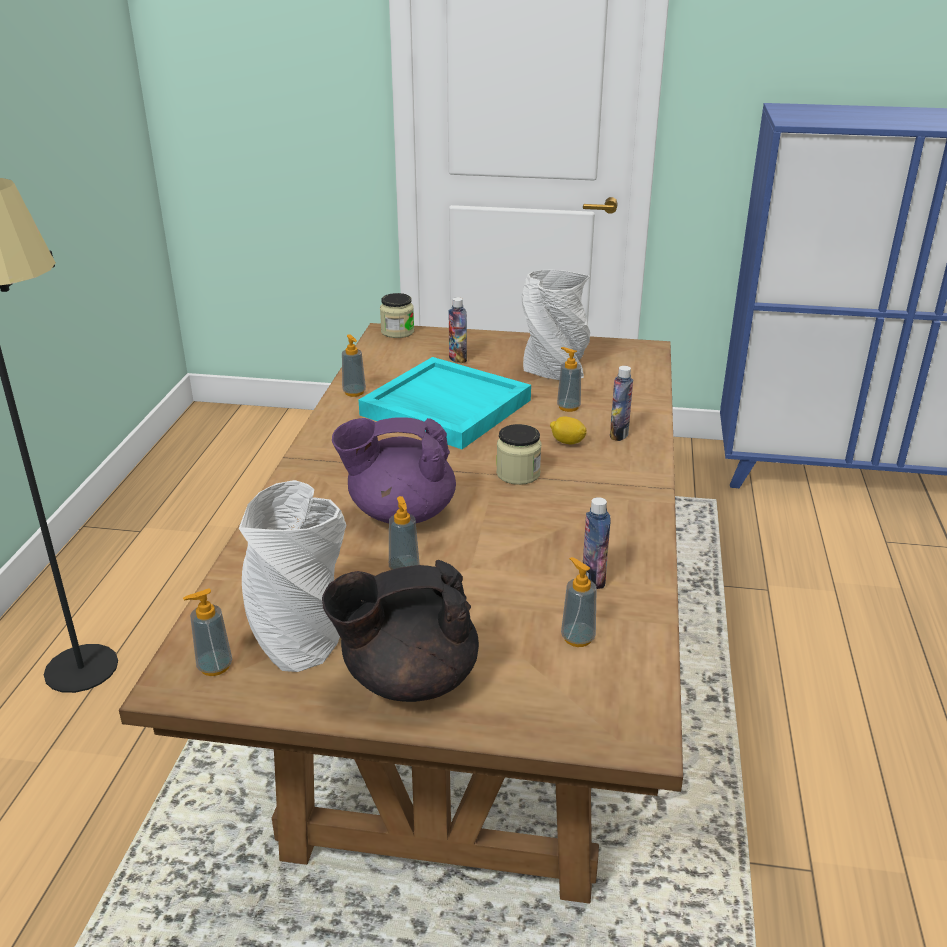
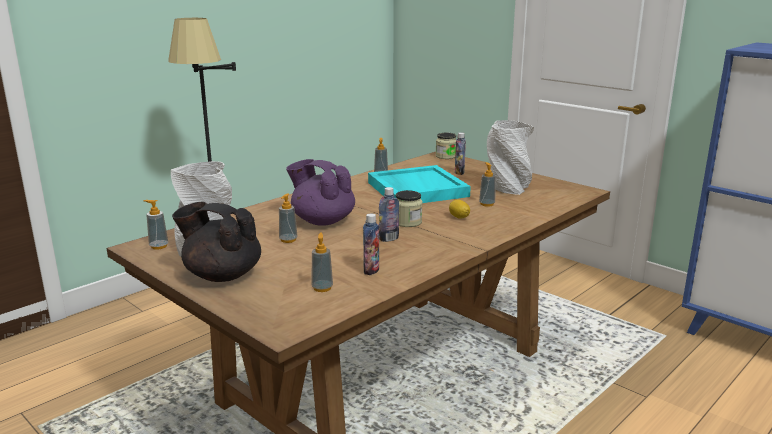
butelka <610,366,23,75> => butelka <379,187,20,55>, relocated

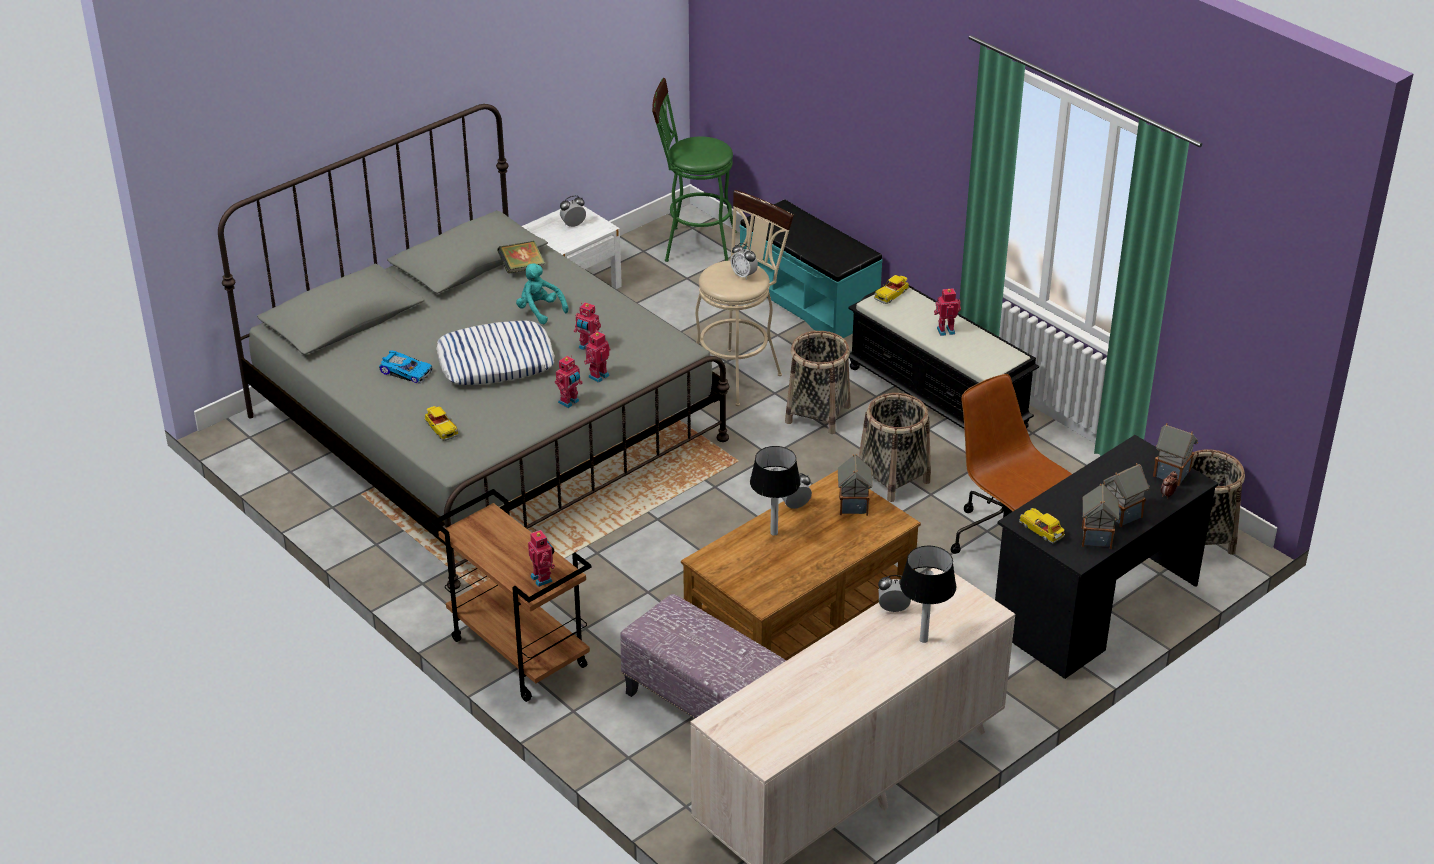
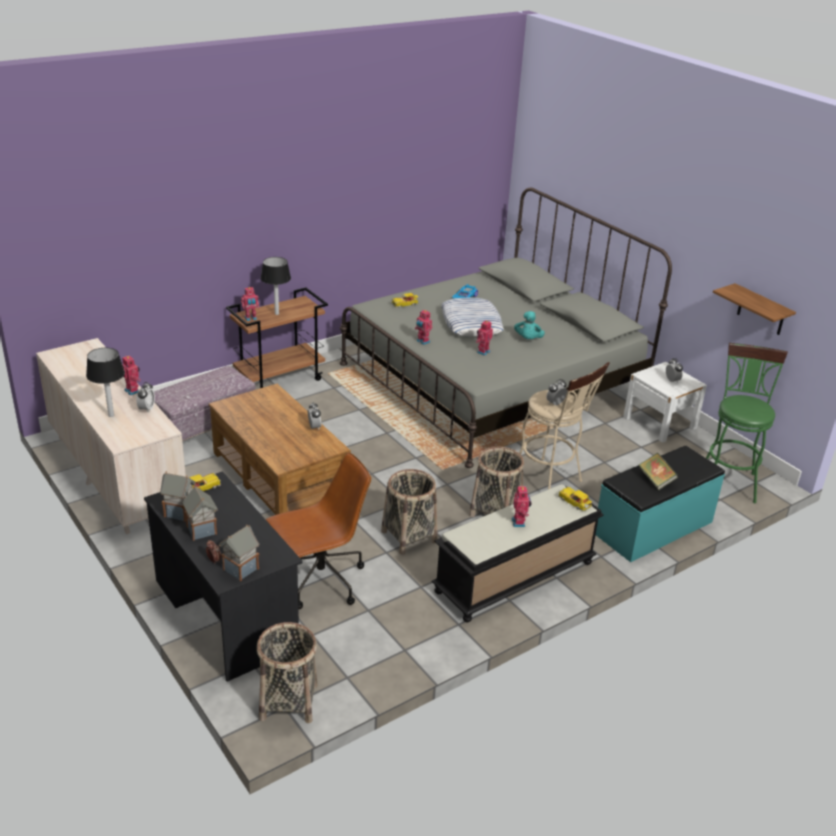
robot zabawkowy <584,331,26,52> => robot zabawkowy <122,355,19,41>, relocated
lampa stołowa <750,446,51,90> => lampa stołowa <261,257,30,58>, relocated
pluszak/turkusowy <516,263,52,61> => pluszak/turkusowy <514,311,31,28>, 135 degrees clockwise
książka <497,241,48,32> => książka <639,453,39,37>, relocated
nothing => półka <713,283,83,52>
domek <838,454,34,62> => nothing

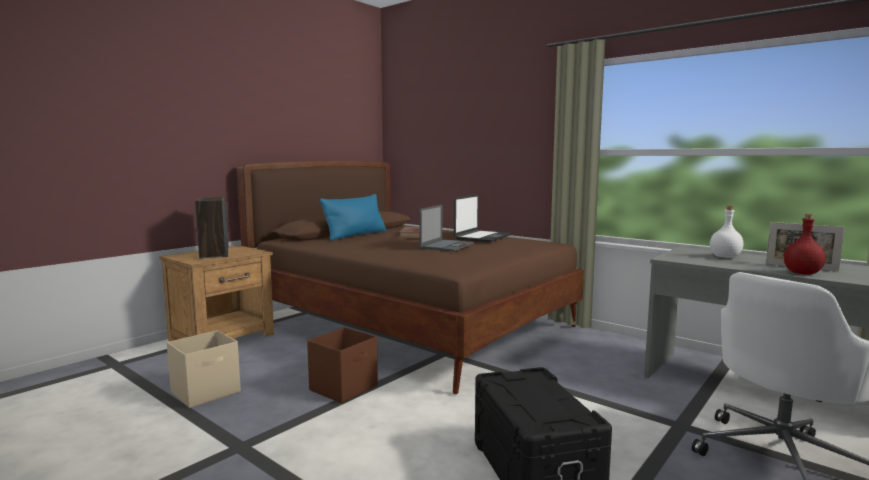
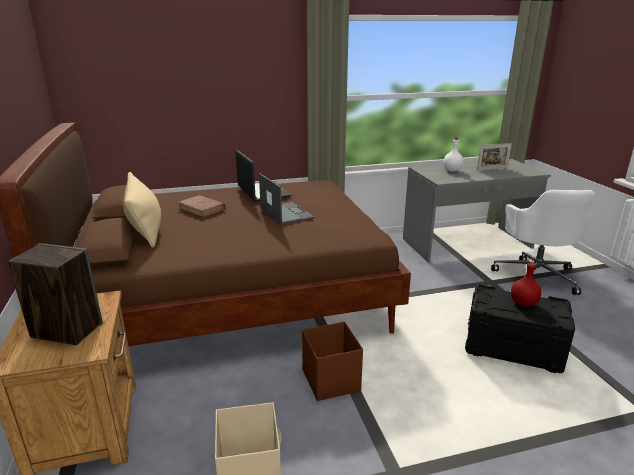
poduszka/niebieski <320,194,66,47> => poduszka/beżowy <123,172,38,76>
butelka/czerwony <784,214,41,61> => butelka/czerwony <511,260,30,47>, relocated

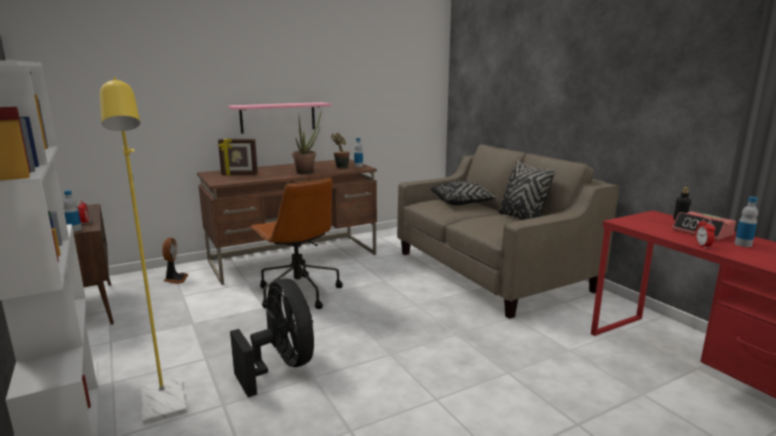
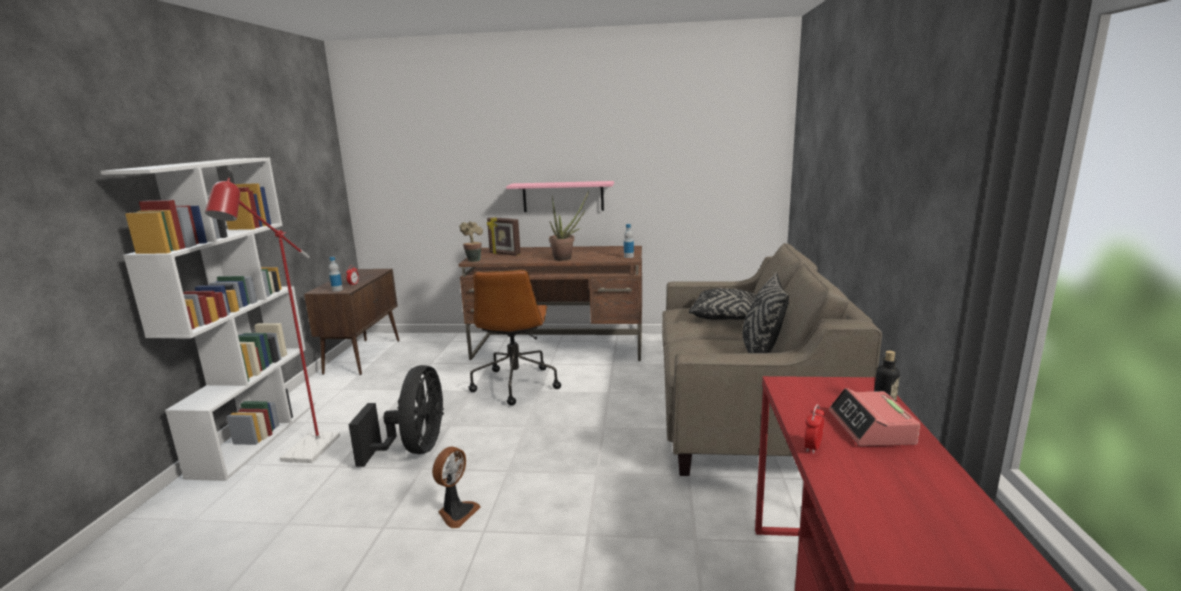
lampa stojąca/żółty <100,77,87,348> => lampa stojąca/czerwony <205,178,135,285>
wentylator <162,238,27,46> => wentylator <432,447,49,81>, relocated
roślina doniczkowa <331,133,19,36> => roślina doniczkowa <459,221,24,41>, relocated
butelka <735,197,23,50> => nothing

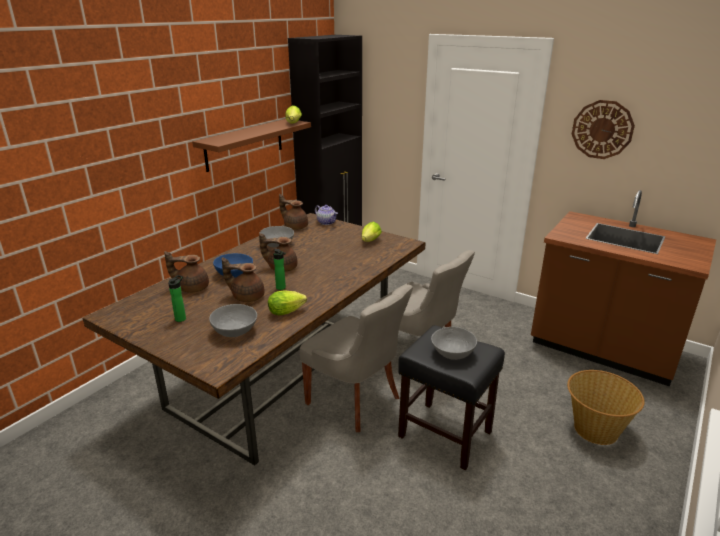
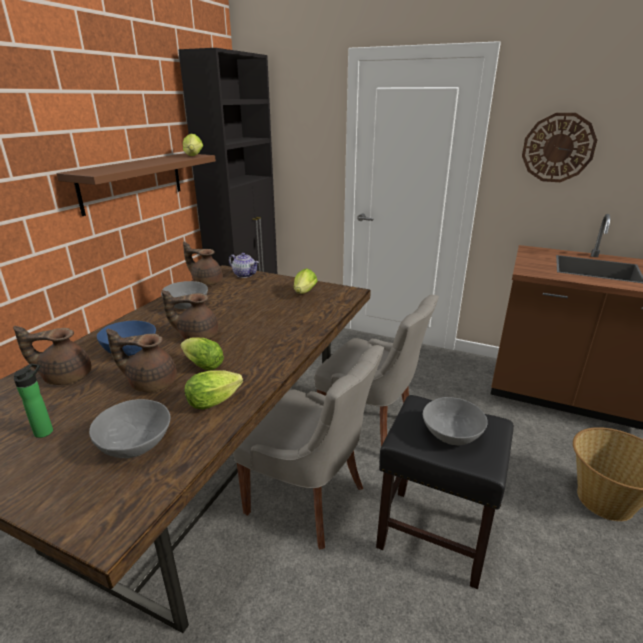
butelka <273,249,13,41> => sałata <181,337,43,33>

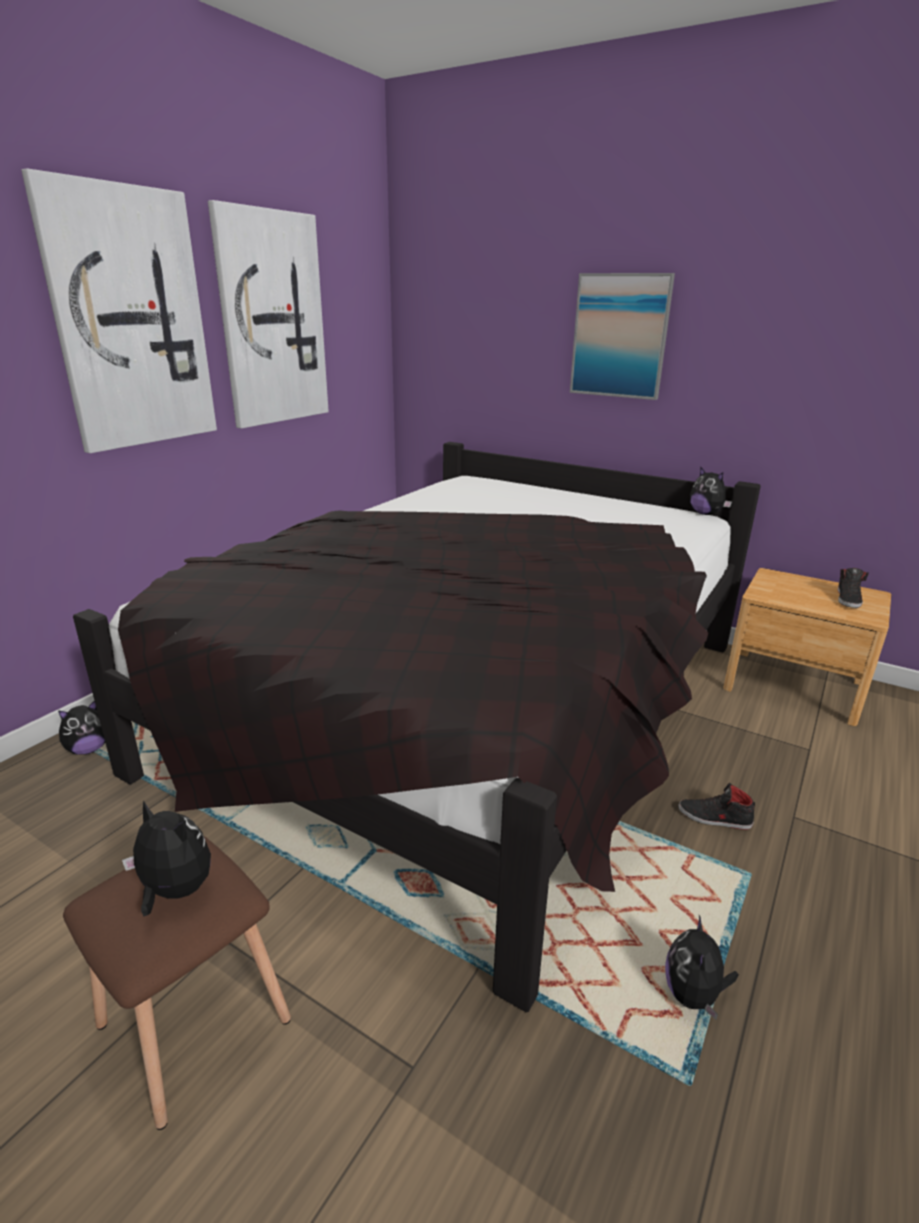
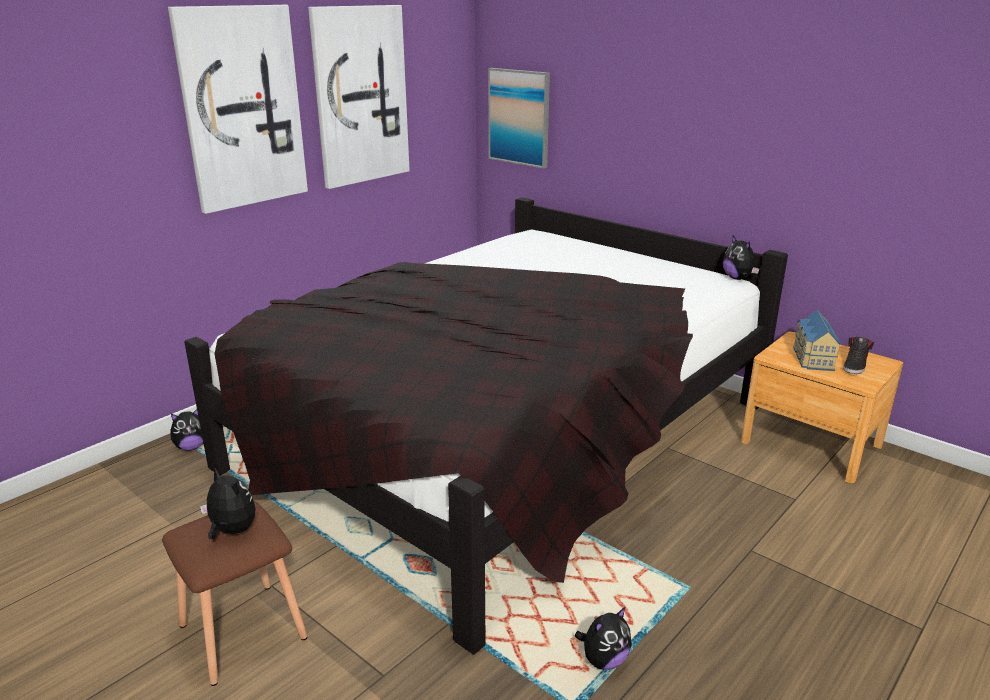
obraz <570,273,105,127> => obraz <488,68,62,101>, relocated
pluszak <665,915,74,105> => pluszak <575,607,57,63>, 150 degrees counterclockwise
nothing => domek <793,310,48,61>
but/czarny <678,783,77,47> => nothing

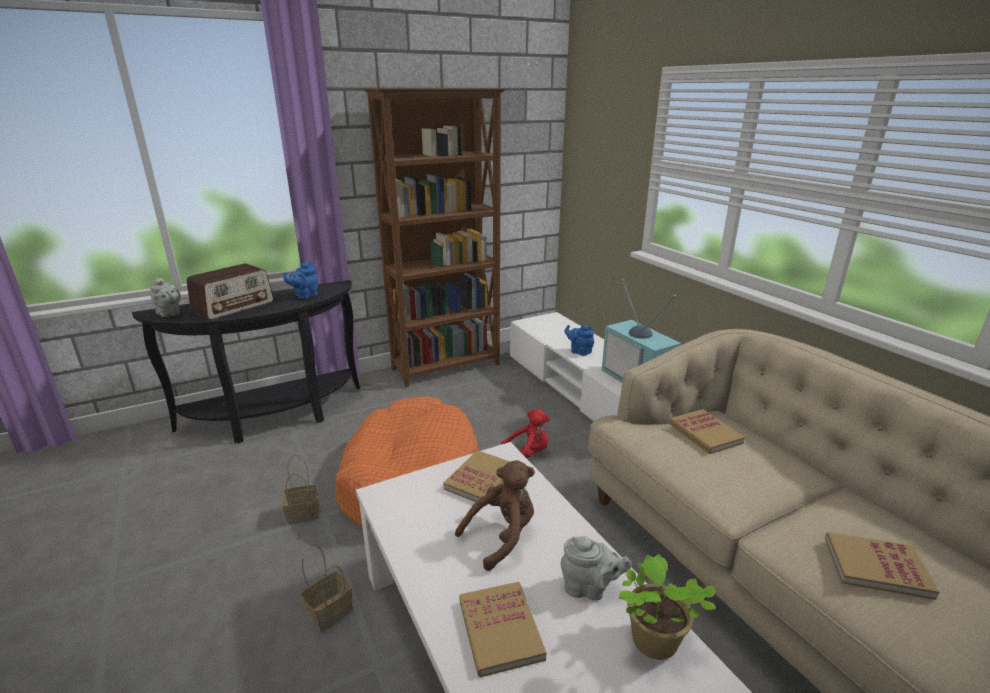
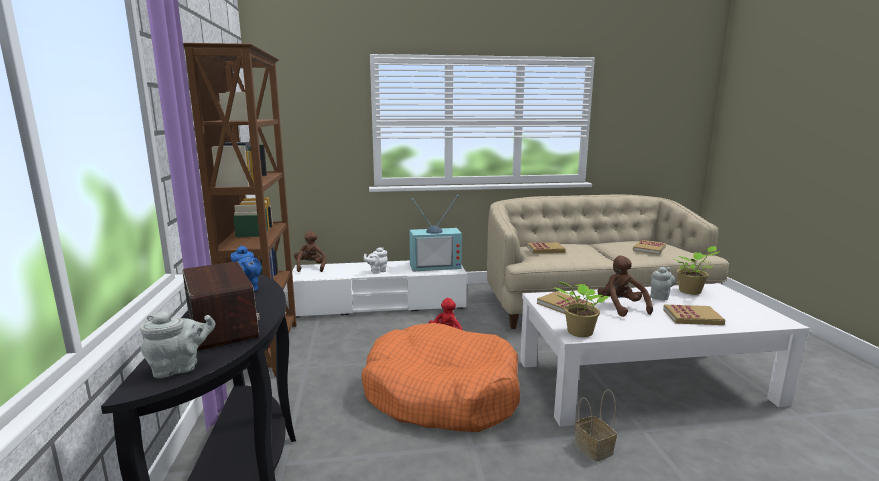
nothing => pluszak/brązowy <294,231,32,41>
imbryk/niebieski <565,325,29,31> => imbryk/biały <364,247,24,27>
nothing => roślina doniczkowa <553,282,56,55>
koszyk <282,454,38,71> => nothing

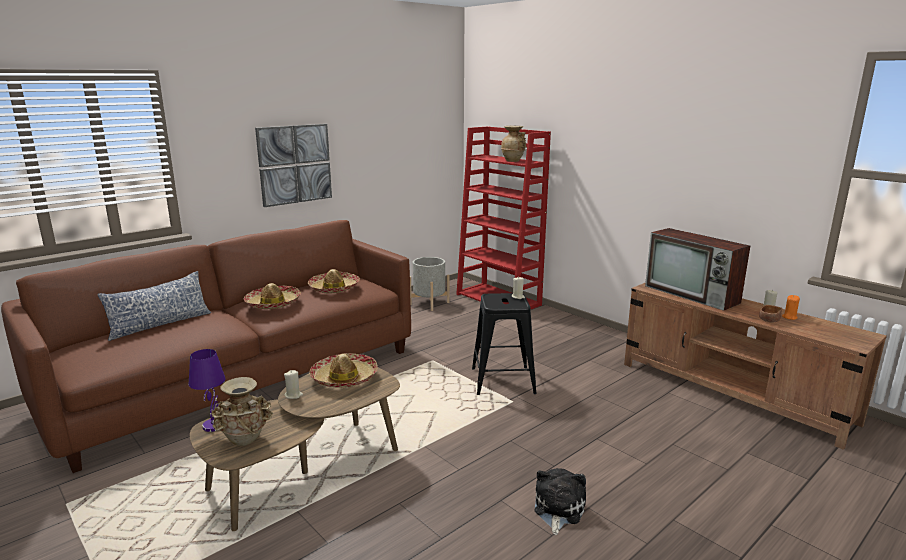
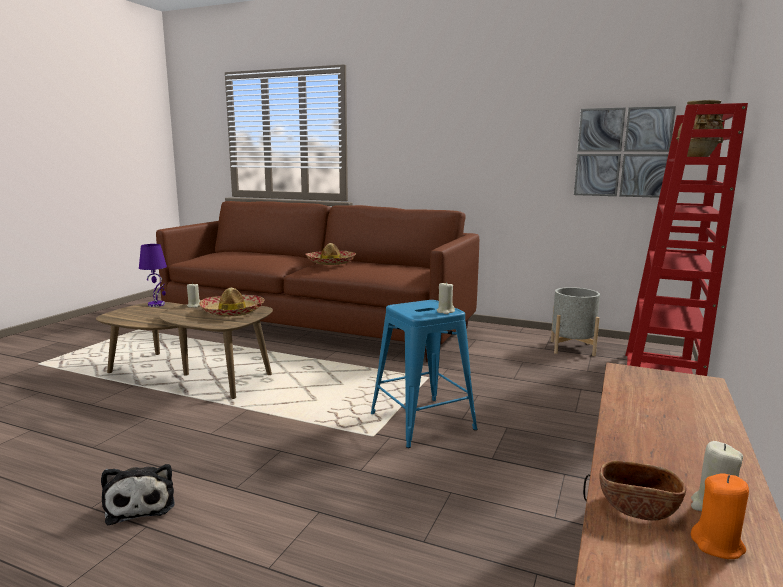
pluszak <534,468,52,67> => pluszak <101,464,74,61>, 75 degrees clockwise
stołek/czarny <472,293,65,102> => stołek/niebieski <371,300,106,148>
obraz <255,124,77,83> => obraz <574,106,102,92>, relocated
poduszka <97,271,114,70> => nothing
wazon/beżowy <212,377,61,69> => nothing
kapelusz <308,269,52,24> => nothing
telewizor <645,228,105,83> => nothing

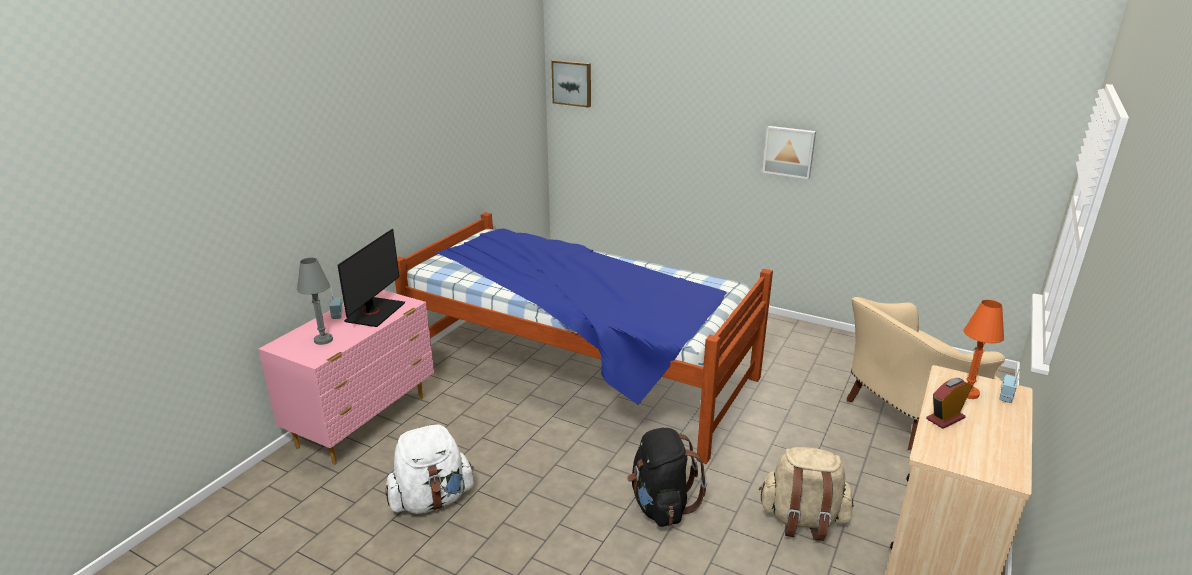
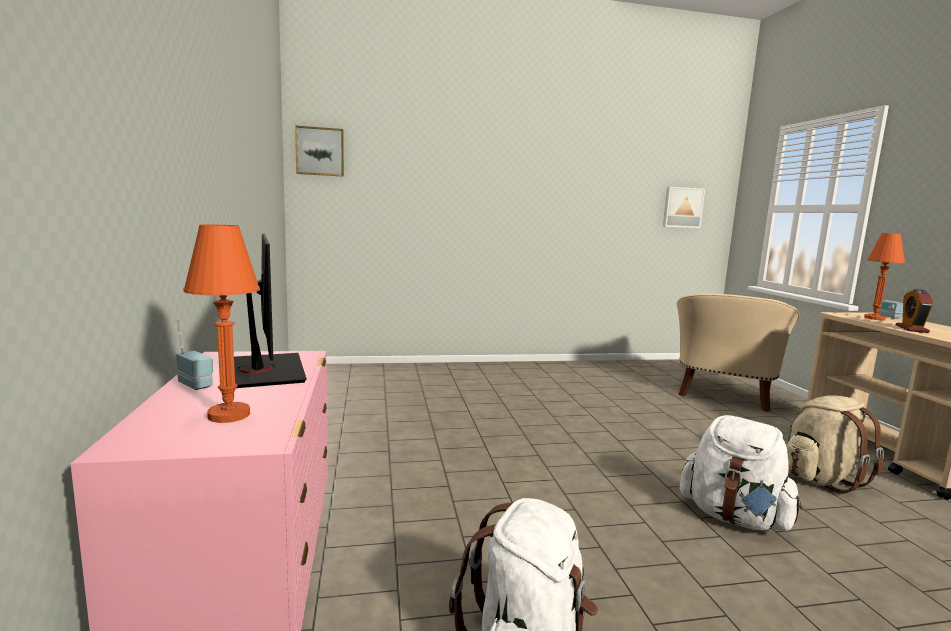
lampa stołowa/szary <297,258,36,87> => lampa stołowa/pomarańczowy <183,224,77,199>
obraz <762,126,54,53> => obraz <663,187,42,41>, relocated
plecak/czarny <627,428,80,99> => plecak/biały <680,415,123,116>
łóżko <395,212,378,252> => nothing

